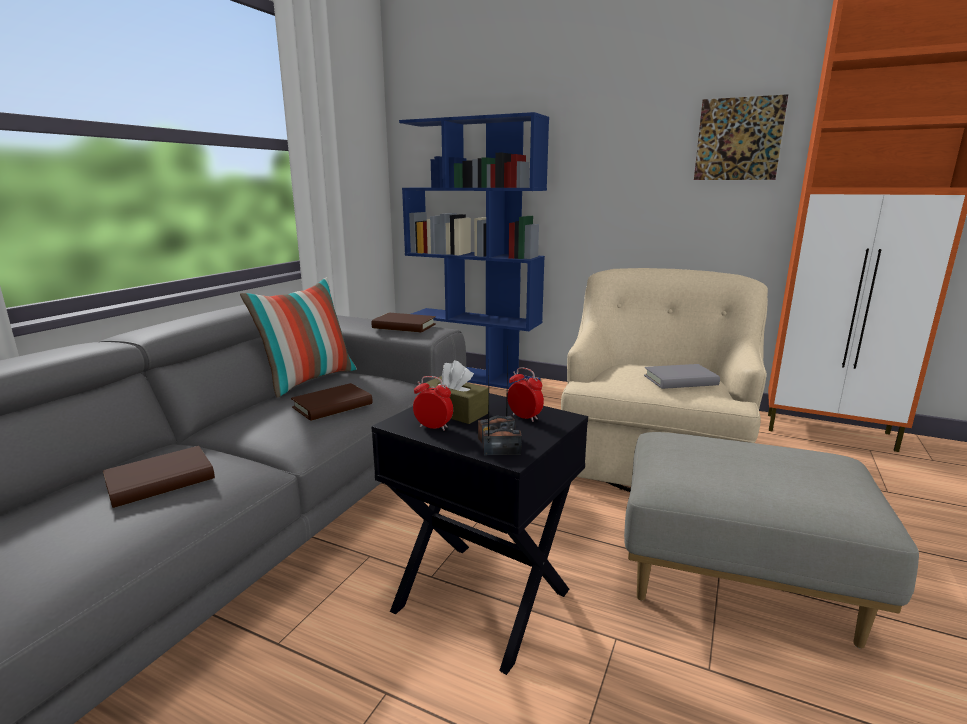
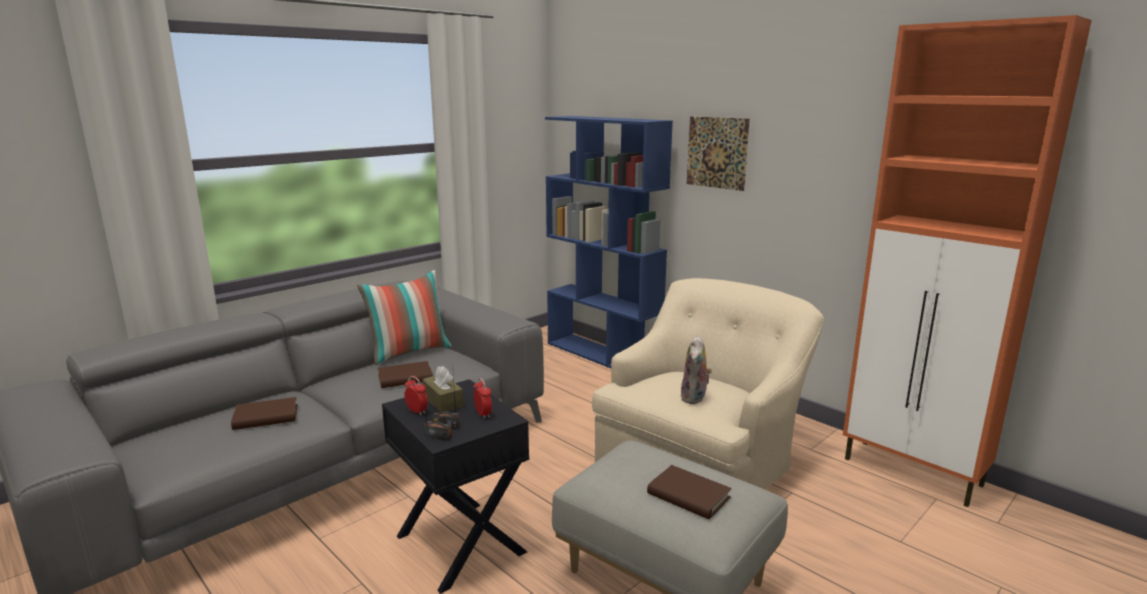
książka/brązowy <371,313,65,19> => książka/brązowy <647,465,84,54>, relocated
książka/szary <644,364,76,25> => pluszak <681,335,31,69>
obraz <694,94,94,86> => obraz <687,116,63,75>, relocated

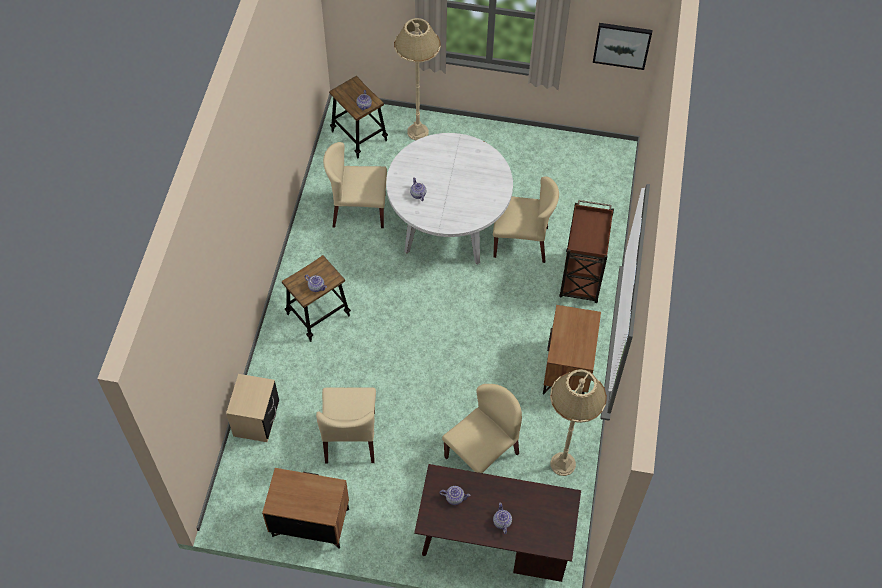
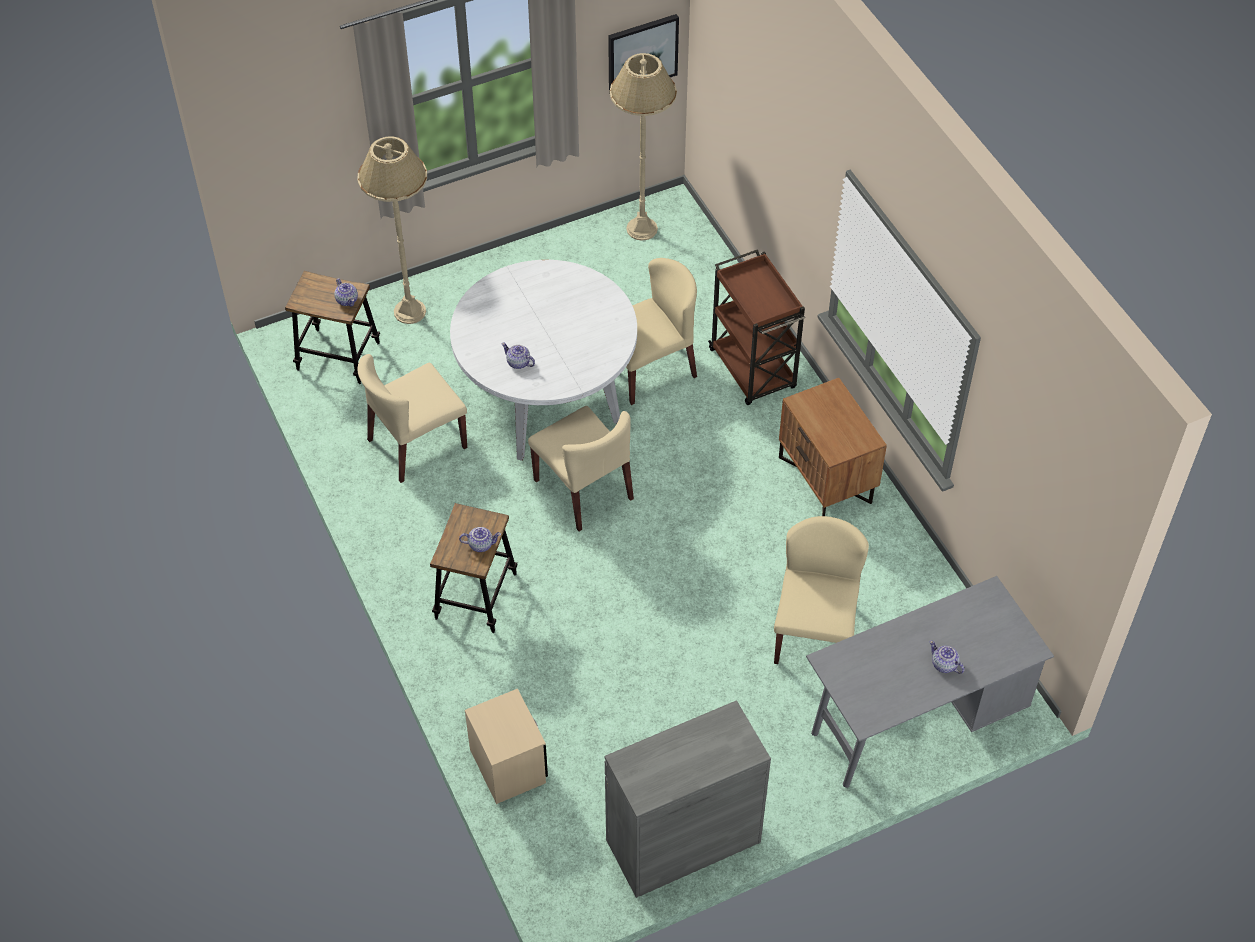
krzesło/beżowy <316,388,60,75> => krzesło/beżowy <528,406,106,125>, relocated
szafka nocna/brązowy <262,468,87,81> => szafka/szary <605,700,166,198>
lampa stojąca/beżowy <550,369,57,107> => lampa stojąca/beżowy <610,53,67,188>, relocated
biurko/brązowy <414,464,167,118> => biurko/szary <806,576,248,212>
imbryk <440,486,31,19> => nothing

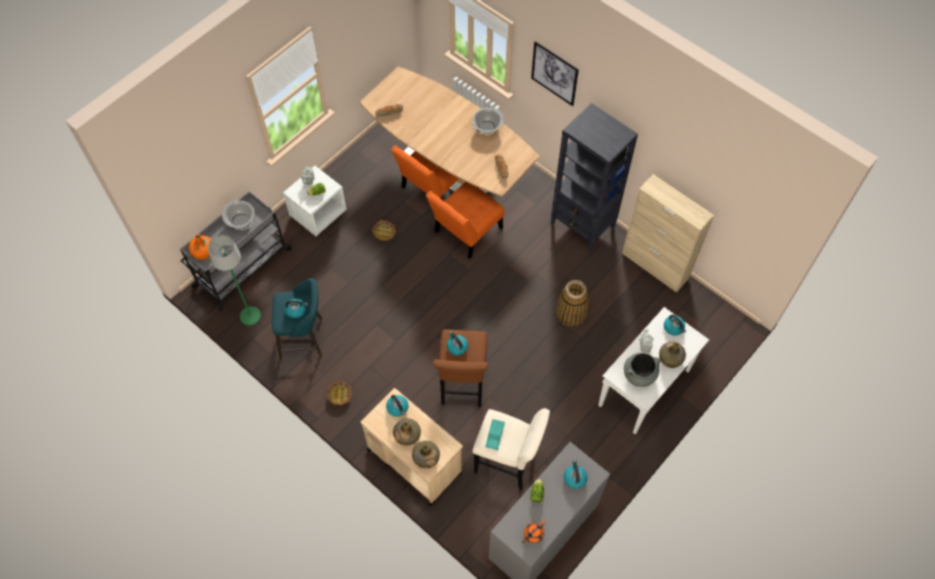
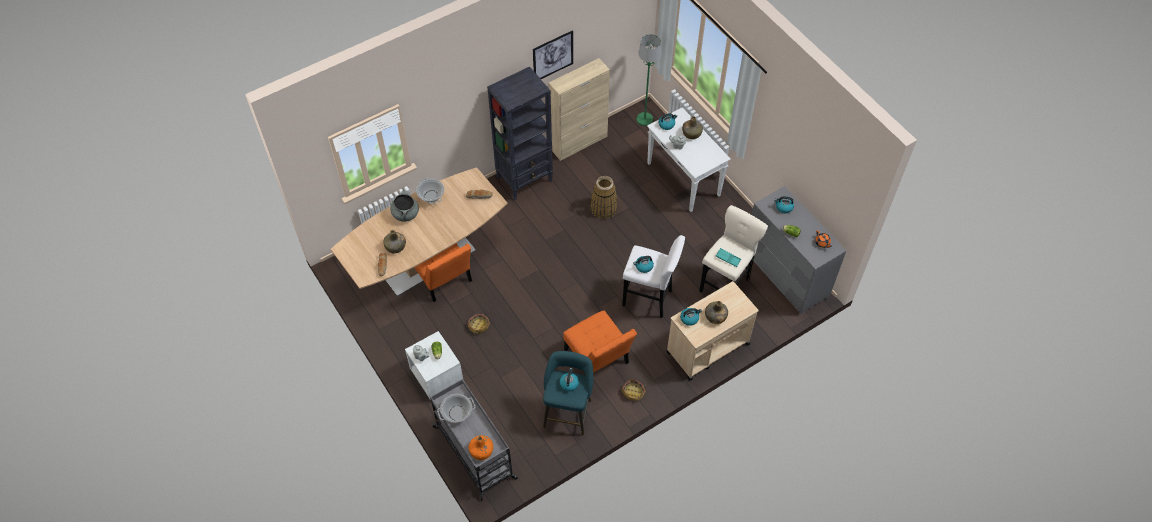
butelka/zielony <412,441,28,28> => butelka/zielony <383,230,23,23>, relocated
garnek/szary <624,353,37,34> => garnek/szary <390,190,29,32>, relocated
obraz <531,41,48,65> => obraz <533,30,40,49>, relocated
krzesło/pomarańczowy <426,182,78,77> => krzesło/pomarańczowy <563,310,74,62>, relocated
stołek/brązowy <433,330,55,77> => stołek/biały <622,235,63,83>
lampa stojąca/zielony <208,235,53,91> => lampa stojąca/zielony <637,34,24,92>, relocated

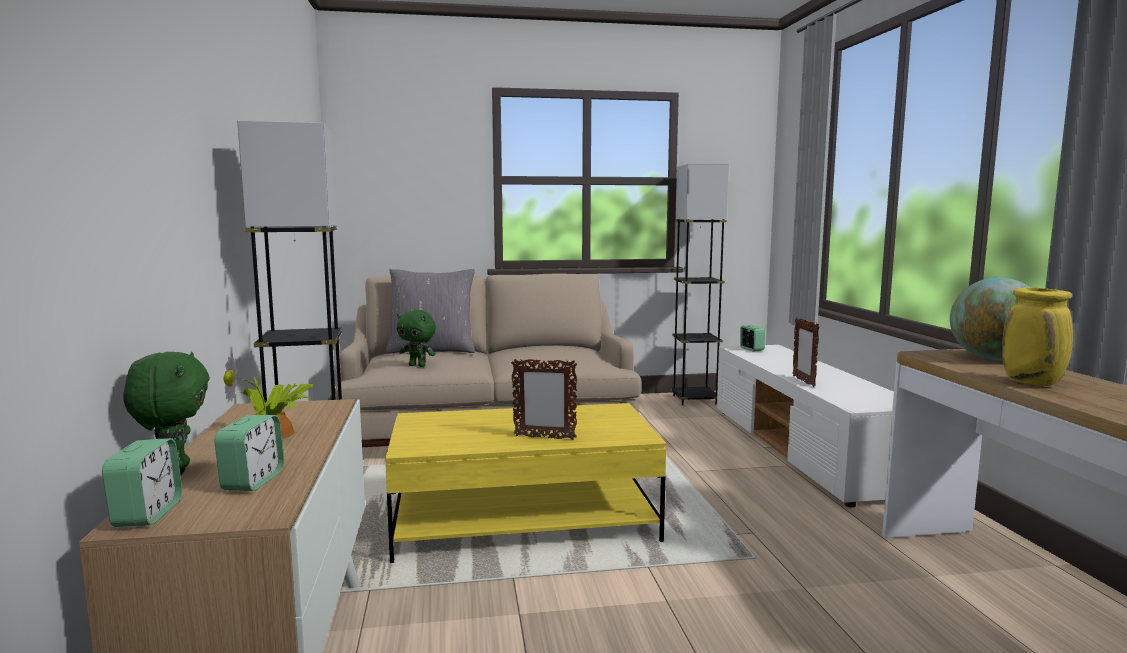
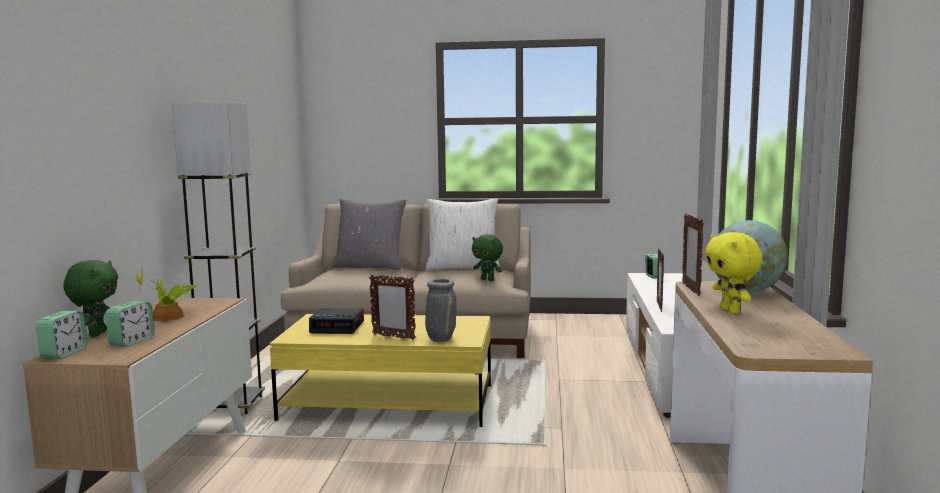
nothing => budzik <309,308,55,26>
nothing => wazon/szary <425,279,32,63>
nothing => poduszka/biały <426,198,74,72>
pluszak/zielony <397,310,39,57> => pluszak/zielony <472,234,31,47>, relocated
nothing => ramka na zdjęcie <682,214,22,82>
wazon/żółty <1002,287,71,99> => pluszak/żółty <705,232,58,82>
lampa stojąca/szary <671,164,58,242> => nothing

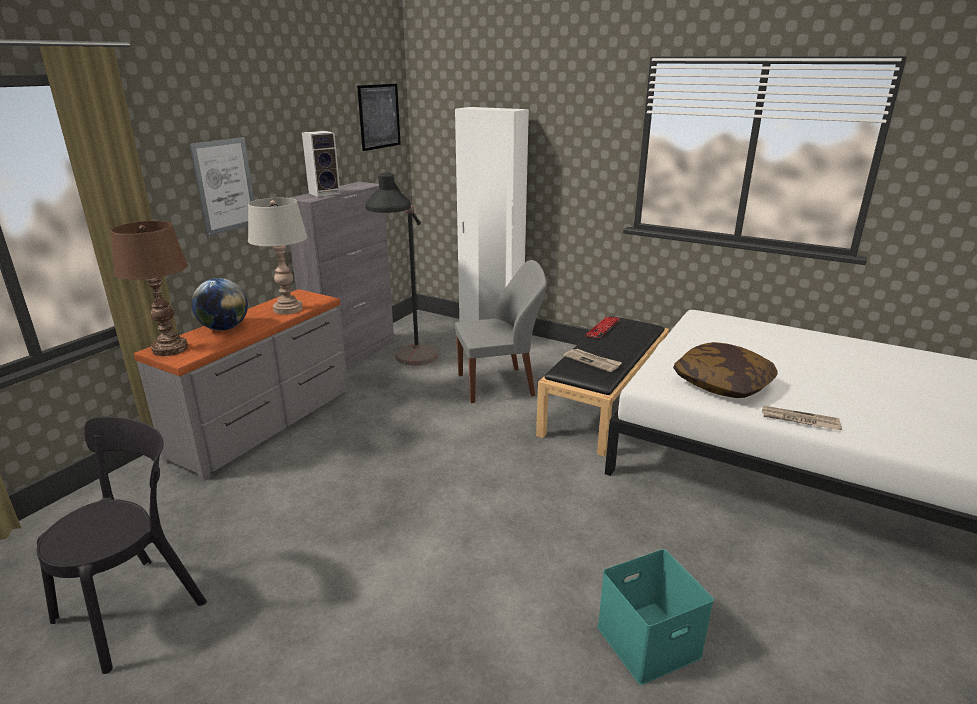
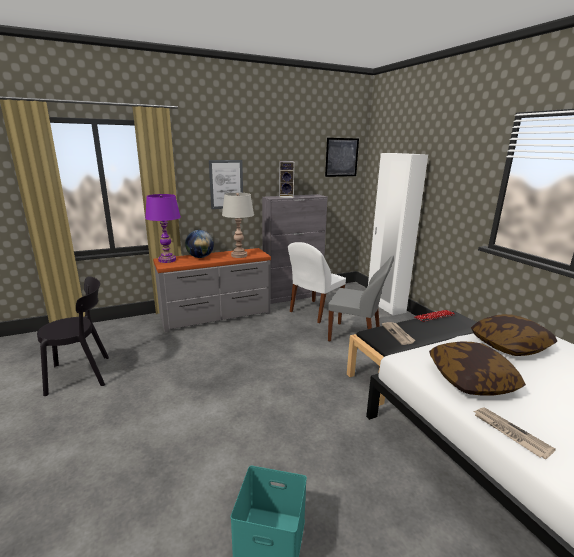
lampa stołowa/brązowy <111,221,77,135> => lampa stołowa/fioletowy <145,194,36,69>
lampa stojąca/czarny <365,172,73,194> => krzesło/biały <288,242,58,81>
nothing => poduszka <471,314,87,42>

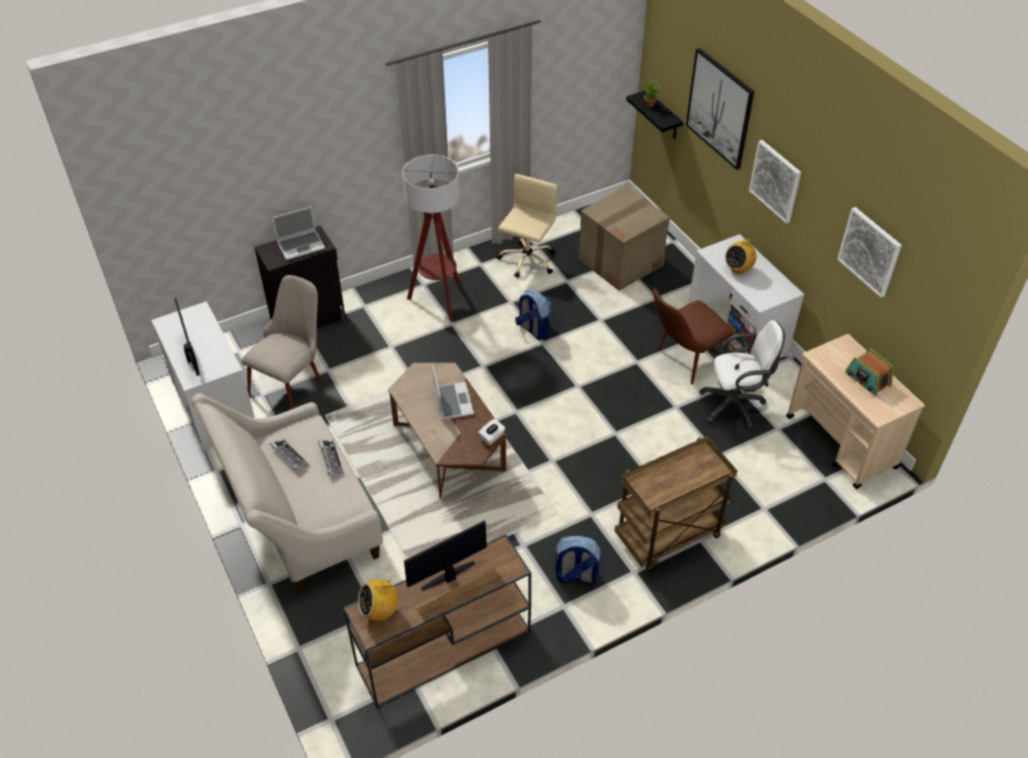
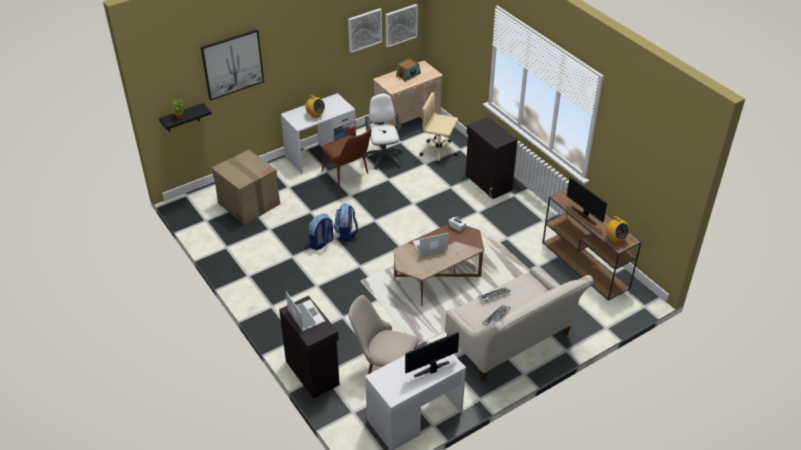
plecak <555,536,46,48> => plecak <334,203,24,39>, relocated
obraz <749,140,52,83> => obraz <385,4,33,44>, relocated
krzesło biurowe/beżowy <496,174,62,104> => krzesło biurowe/beżowy <420,92,38,72>, relocated
wózek/brązowy <615,436,122,136> => szafka/czarny <466,117,52,82>
lampa stojąca <402,154,58,168> => nothing

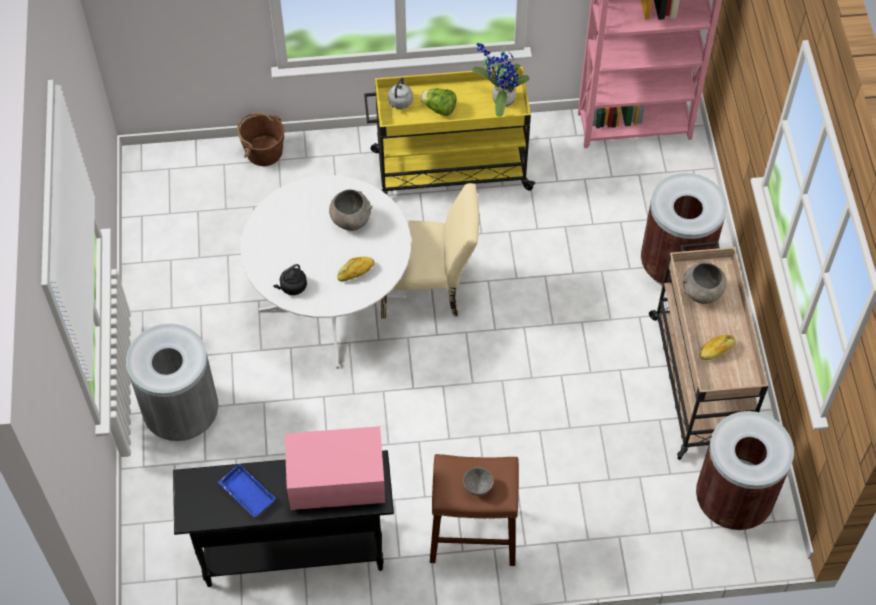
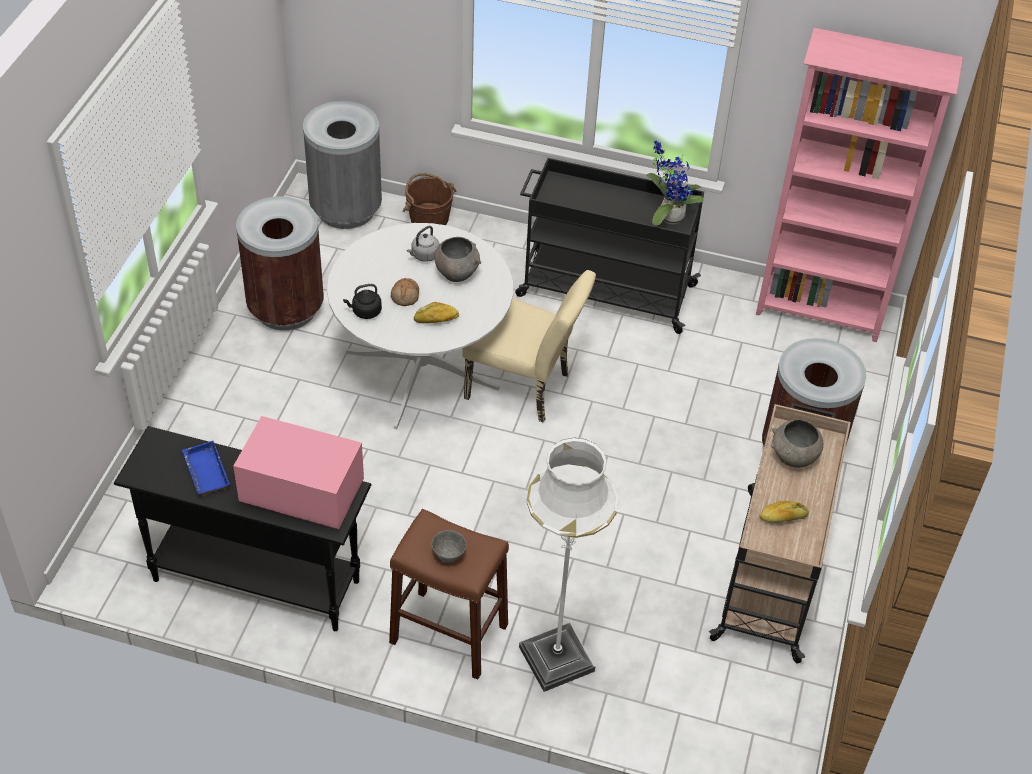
kosz na śmieci/brązowy <696,411,98,119> => kosz na śmieci/brązowy <236,196,88,134>, relocated
kosz na śmieci/szary <126,323,92,118> => kosz na śmieci/szary <303,101,79,128>, relocated
nothing => chleb <391,278,28,28>
czajnik/szary <388,77,25,32> => czajnik/szary <407,226,33,36>, relocated
wózek/żółty <364,67,172,128> => wózek/czarny <515,158,189,176>
nothing => lampa stojąca/biały <519,438,100,254>
sałata <420,88,37,28> => nothing

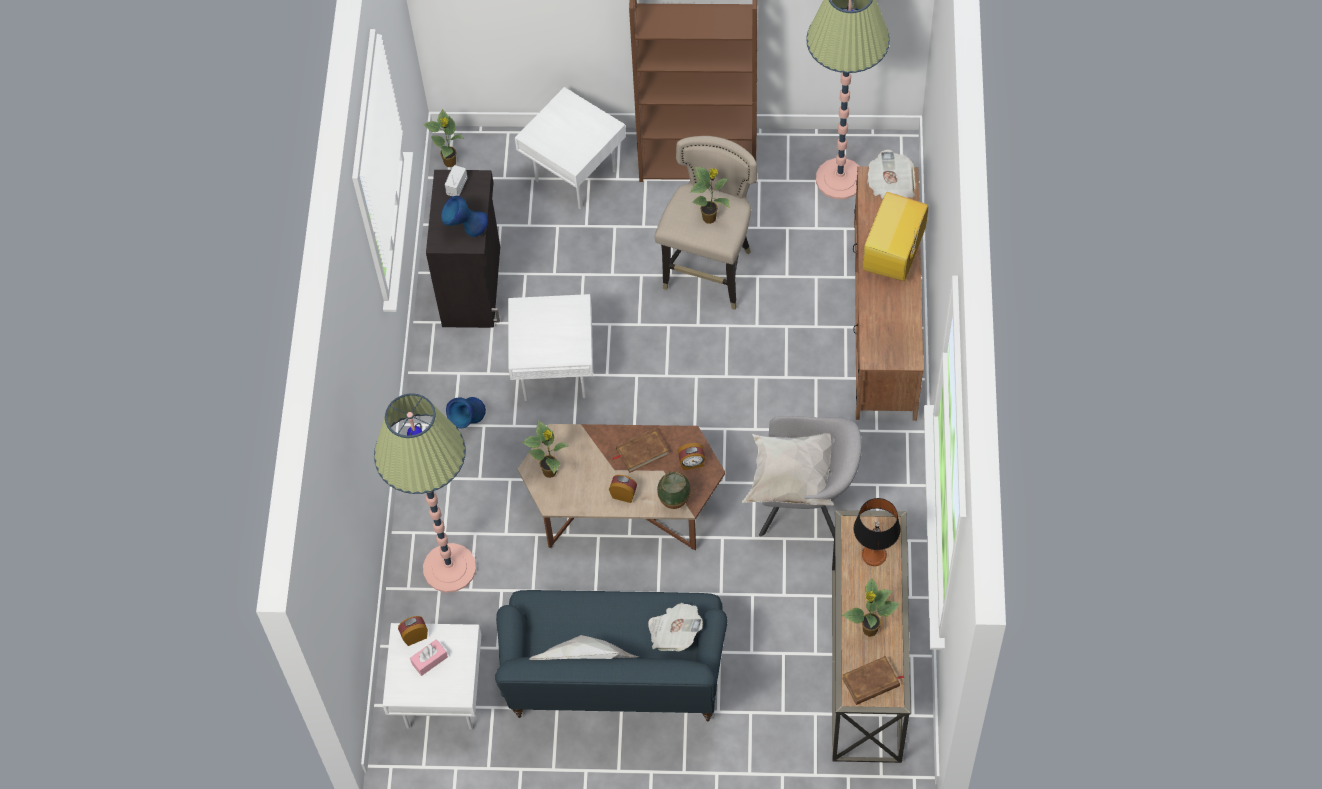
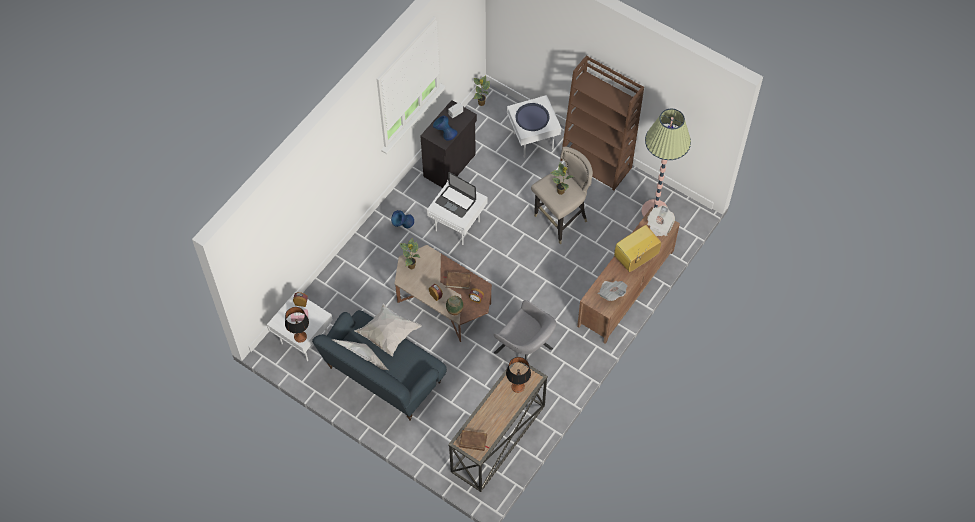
nothing => lampa stołowa <285,307,24,36>
poduszka/biały <742,433,92,72> => poduszka/biały <354,303,68,54>, relocated
nothing => laptop <435,172,41,46>
nothing => taca/niebieski <515,103,34,28>
gazeta <648,603,55,48> => gazeta <598,281,30,20>, relocated
lampa stojąca <374,393,102,200> => nothing
roślina doniczkowa <842,578,58,59> => nothing

